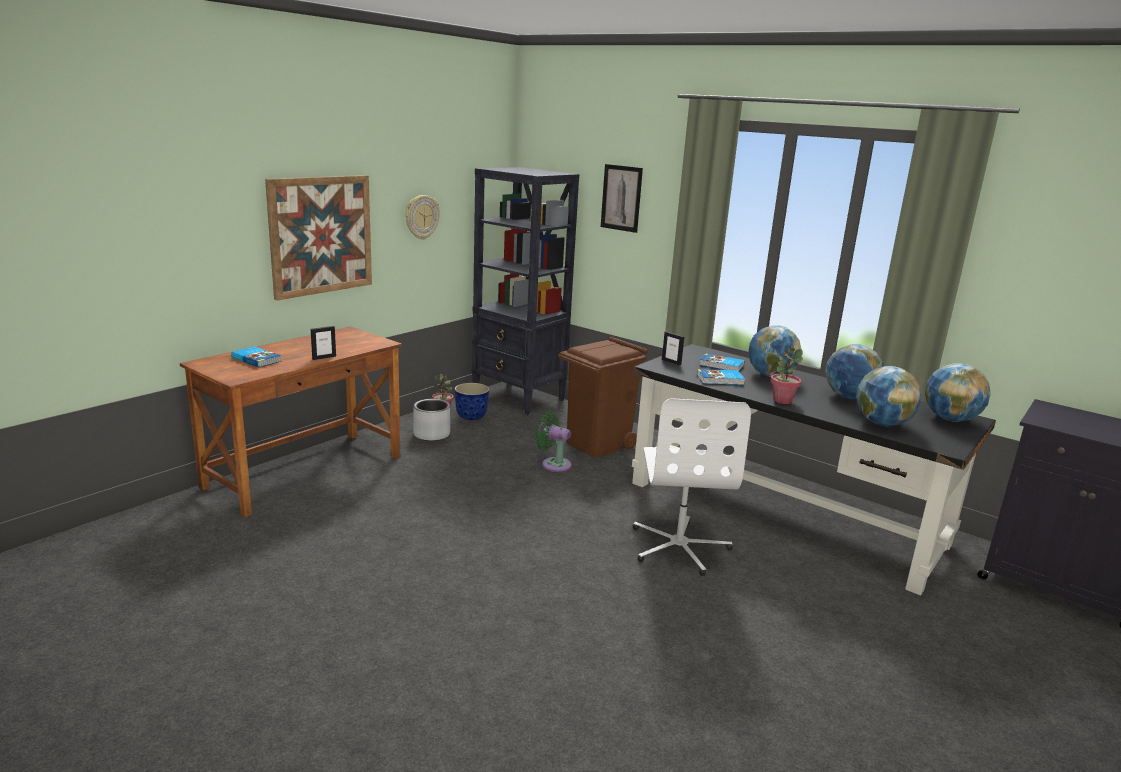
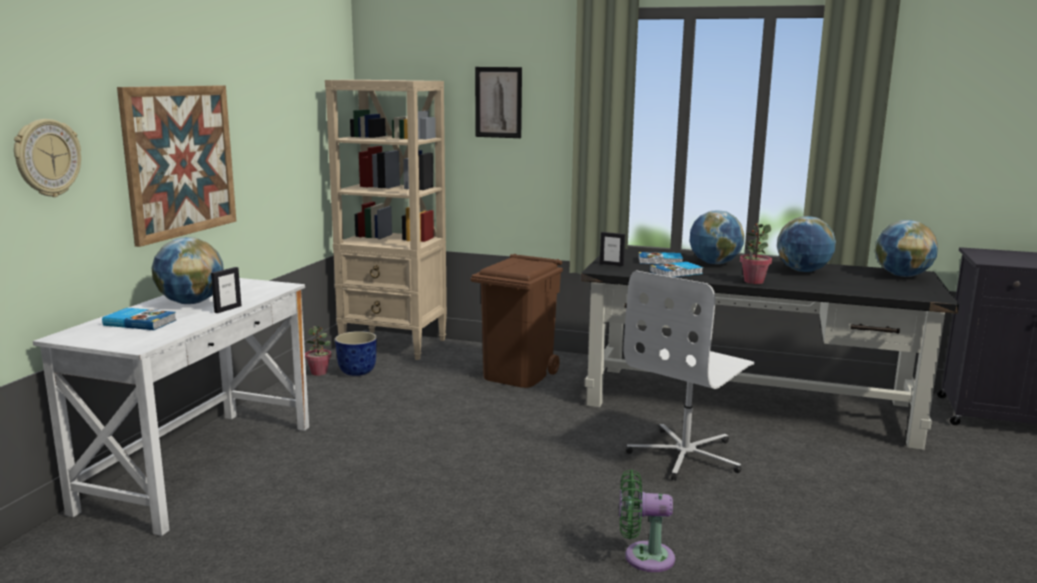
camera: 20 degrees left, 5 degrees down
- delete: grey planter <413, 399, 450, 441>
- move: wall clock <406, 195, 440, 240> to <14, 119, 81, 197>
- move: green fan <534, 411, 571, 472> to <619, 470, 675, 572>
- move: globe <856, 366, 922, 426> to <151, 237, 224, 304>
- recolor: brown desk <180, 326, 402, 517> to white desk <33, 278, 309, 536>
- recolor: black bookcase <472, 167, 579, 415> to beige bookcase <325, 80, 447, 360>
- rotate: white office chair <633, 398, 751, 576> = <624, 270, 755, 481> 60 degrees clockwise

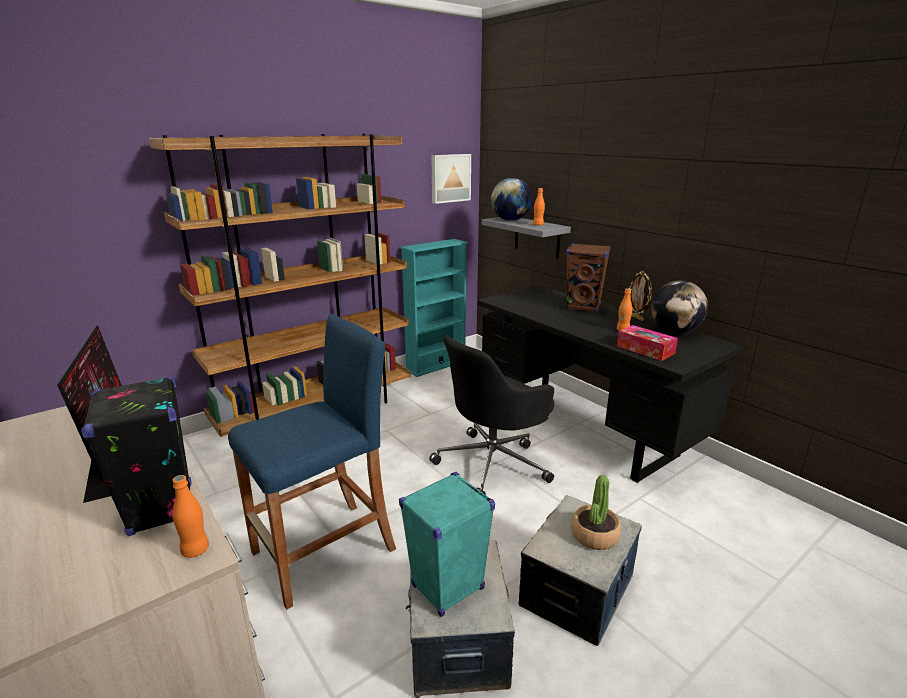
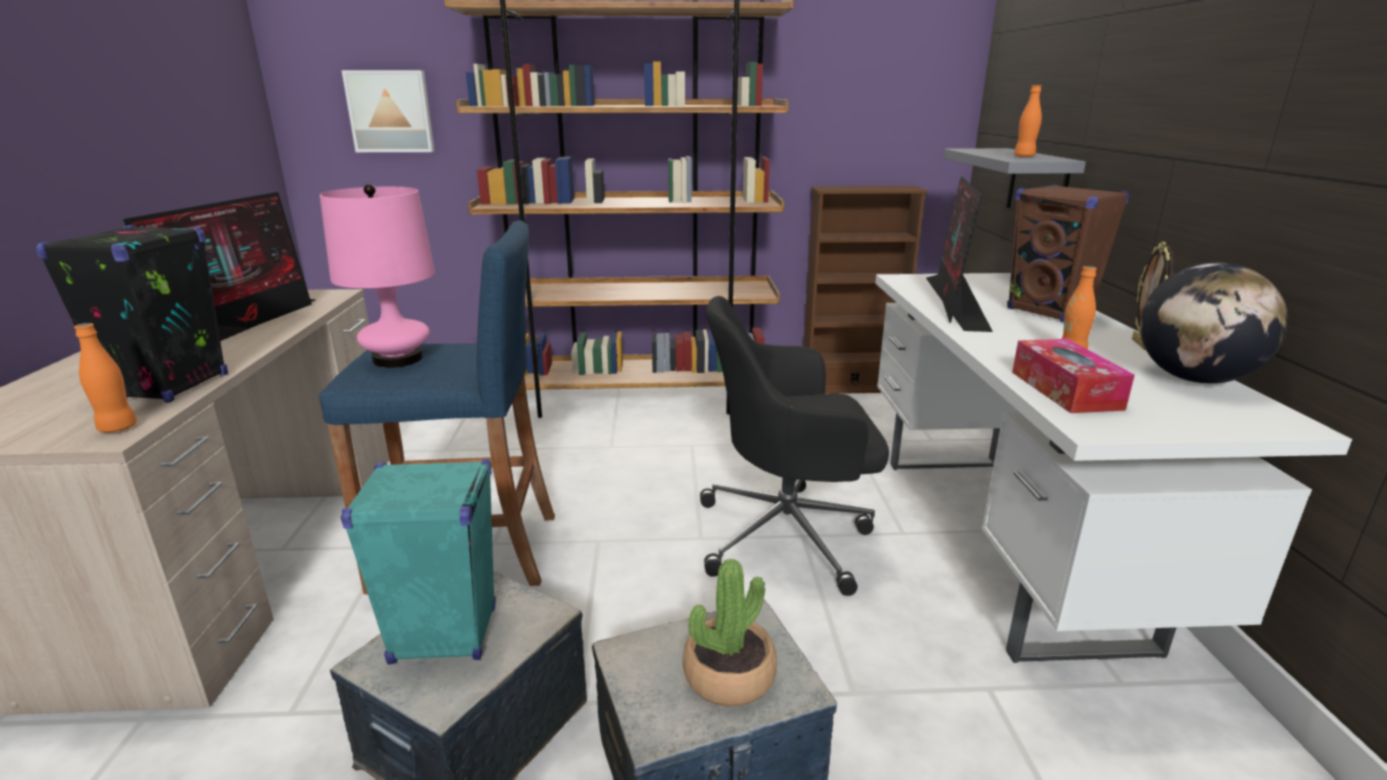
camera: 35 degrees right, 0 degrees up
- delete: globe <491, 178, 532, 221>
- insert: pink table lamp <320, 184, 435, 368>
- insert: monitor <926, 177, 993, 332>
- move: picture <431, 154, 471, 204> to <342, 70, 435, 152>
- recolor: turquoise bookcase <400, 239, 468, 377> to brown bookcase <803, 186, 928, 394>
- recolor: black desk <477, 285, 744, 483> to white desk <875, 273, 1352, 663>

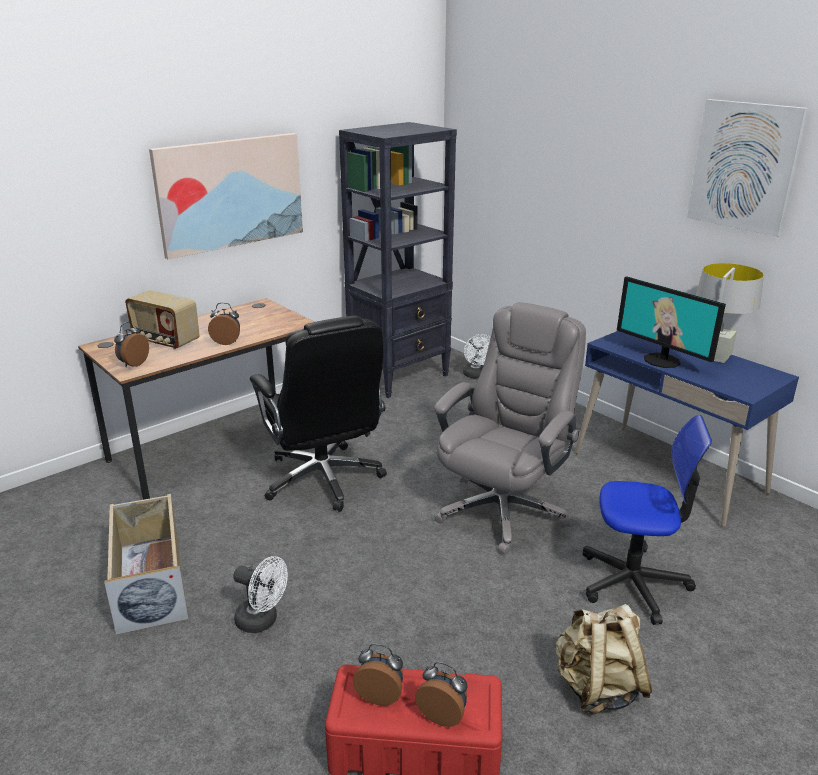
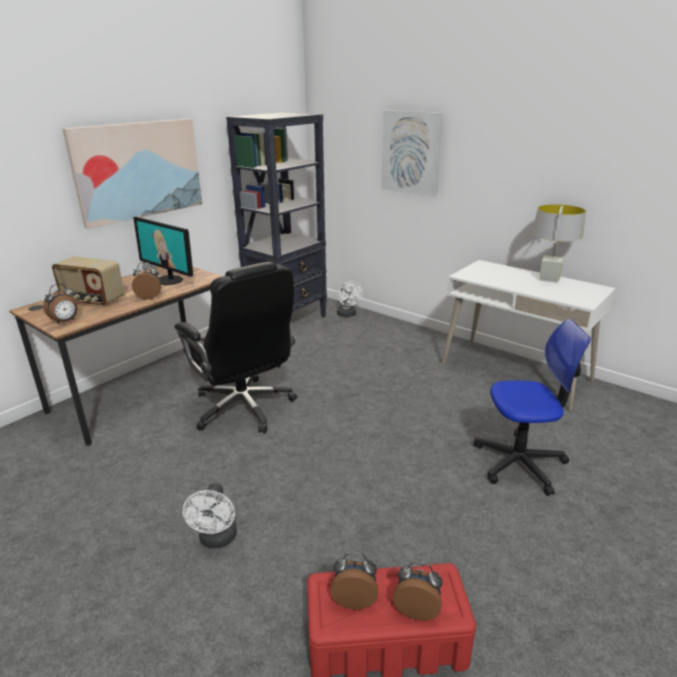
camera: 10 degrees left, 0 degrees up
- delete: beige storage box <104, 494, 189, 635>
- delete: grey office chair <434, 302, 586, 555>
- delete: beige backpack <556, 604, 652, 714>
- move: monitor <617, 276, 726, 368> to <133, 217, 193, 285>
- move: picture <687, 99, 809, 237> to <381, 110, 443, 197>
- recolor: blue desk <575, 331, 799, 527> to white desk <441, 260, 616, 410>
- rotate: alarm clock <114, 322, 149, 367> = <43, 283, 78, 324> 150 degrees counterclockwise
- rotate: white fan <234, 556, 288, 633> = <182, 483, 237, 548> 75 degrees clockwise

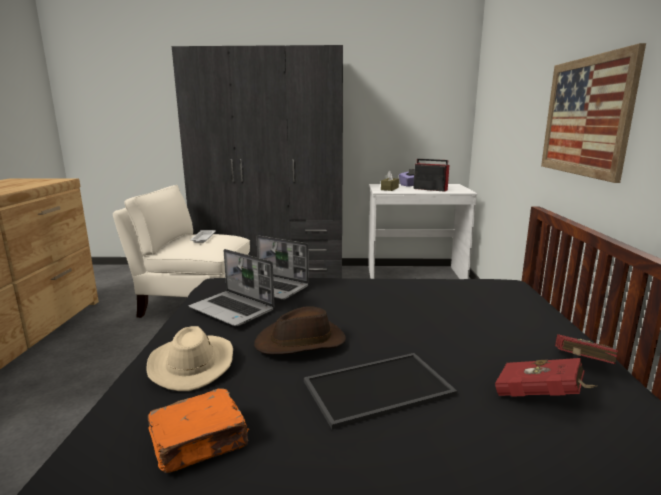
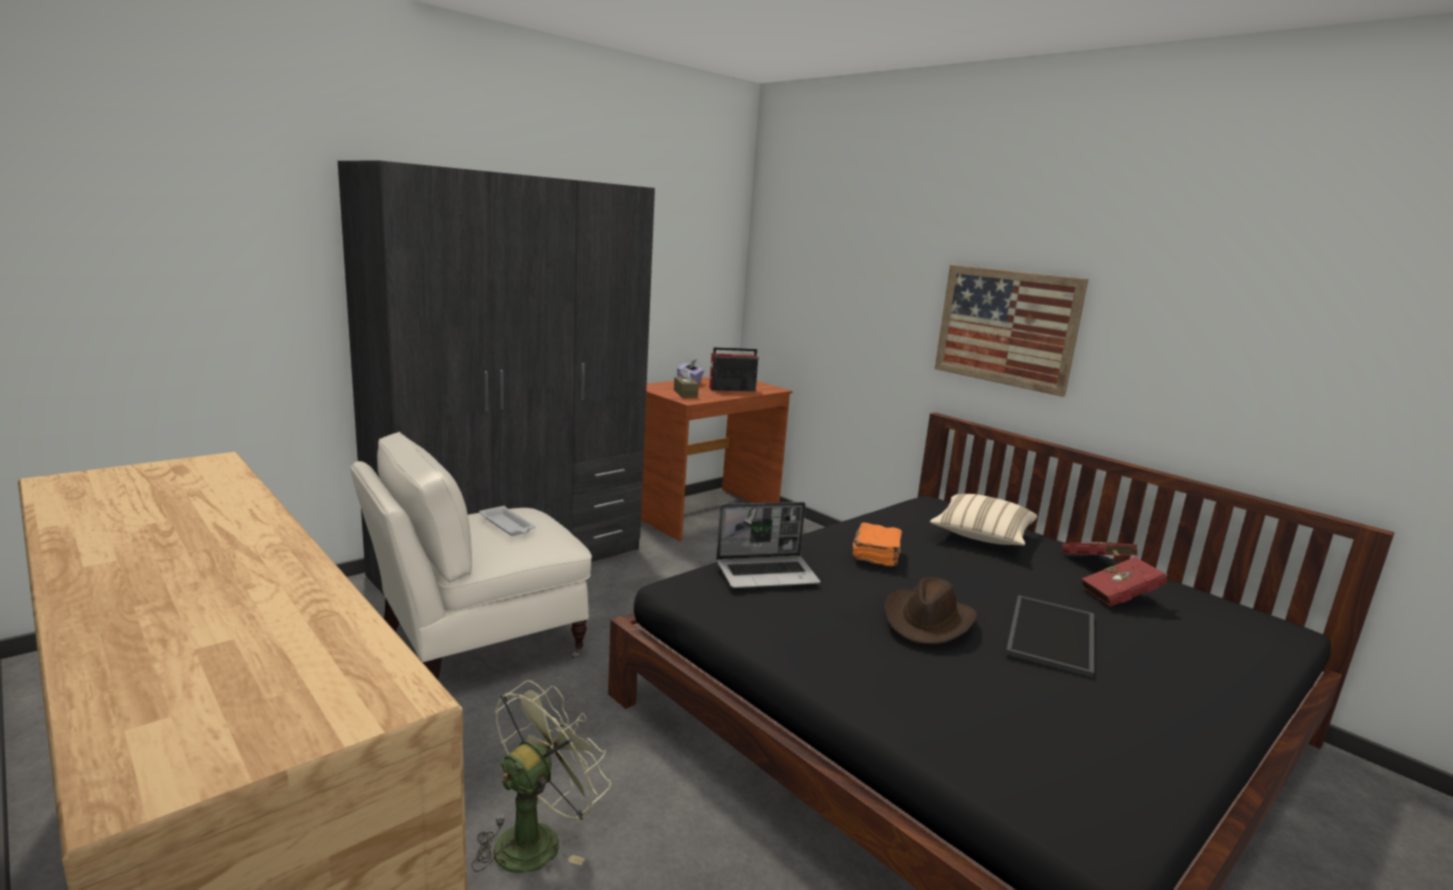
camera: 45 degrees left, 0 degrees up
- delete: beige hat <146, 326, 233, 391>
- delete: laptop <189, 249, 275, 326>
- insert: green fan <471, 680, 611, 874>
- insert: beige pillow <930, 494, 1037, 545>
- move: orange book <148, 389, 249, 473> to <853, 522, 902, 567>
- recolor: white desk <368, 184, 478, 279> to brown desk <641, 377, 793, 541>

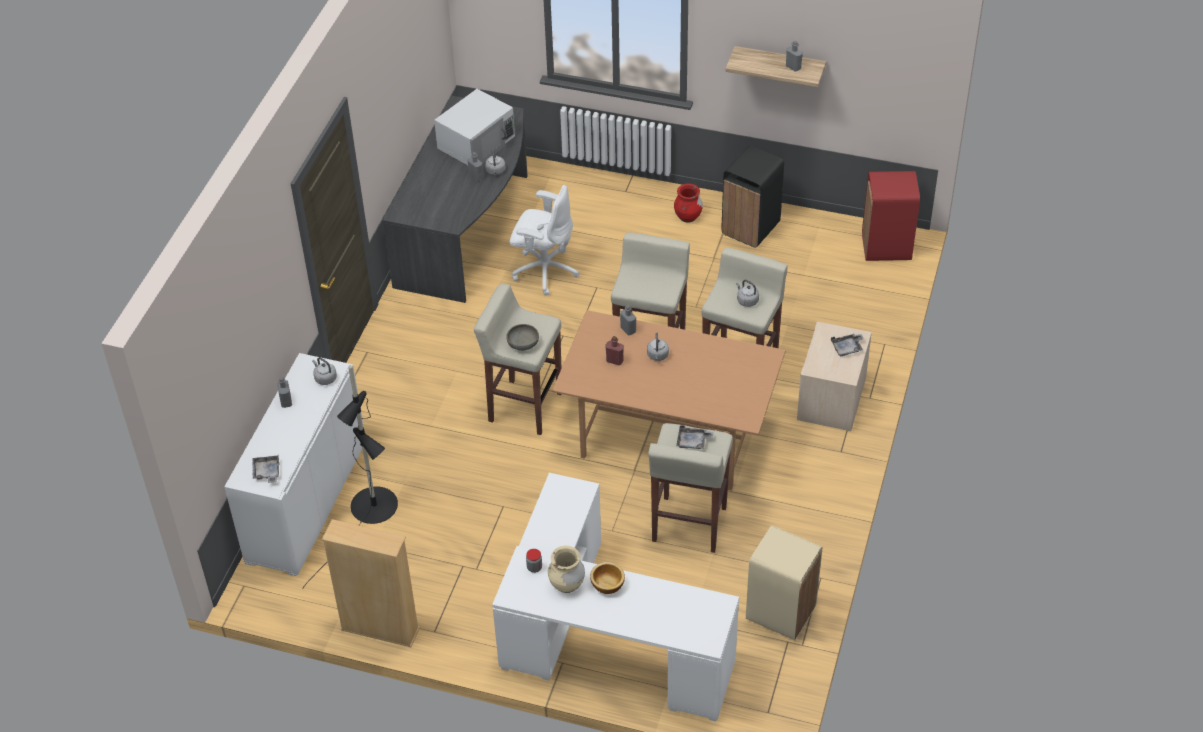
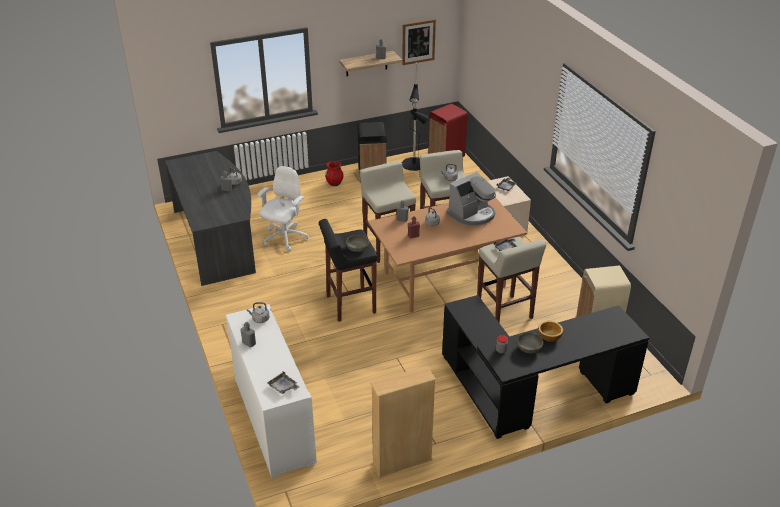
camera: 40 degrees left, 10 degrees down
- delete: white microwave <434, 89, 515, 165>
- insert: picture <402, 19, 436, 65>
- insert: coffee machine <447, 172, 496, 226>
- move: black floor lamp <302, 365, 398, 589> to <402, 62, 428, 174>
- replace: beige vase <548, 546, 585, 593> to grey bowl <517, 333, 543, 353>
- recolor: beige stool <474, 284, 561, 435> to black stool <319, 219, 377, 322>
- recolor: white desk <492, 473, 739, 721> to black desk <442, 295, 649, 439>
- rotate: white office chair <510, 185, 579, 295> = <257, 166, 309, 251> 45 degrees counterclockwise

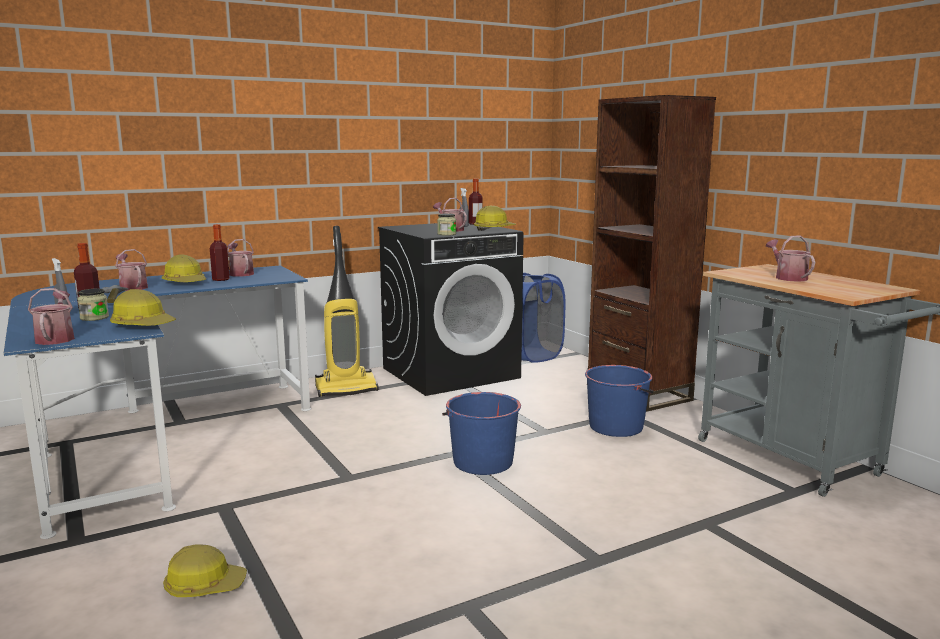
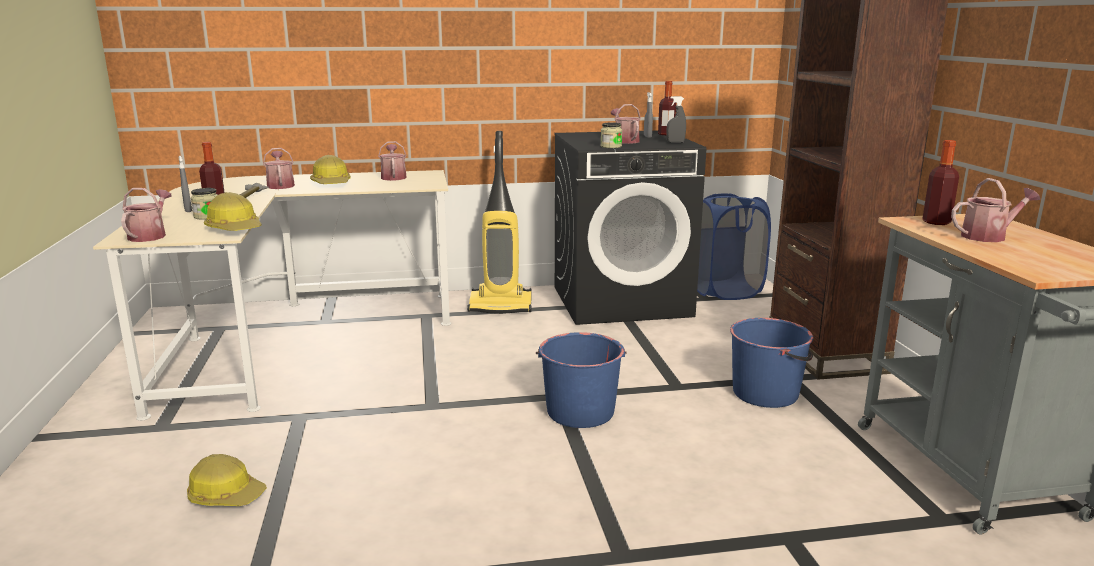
camera: 20 degrees right, 5 degrees up
- move: bottle <210, 224, 230, 281> to <922, 140, 959, 225>
- replace: hard hat <474, 206, 516, 231> to grey spray bottle <667, 96, 686, 143>
- recolor: blue desk <3, 266, 311, 539> to beige desk <93, 170, 451, 421>
- rotate: watering can <766, 235, 815, 282> = <951, 178, 1040, 242> 75 degrees clockwise

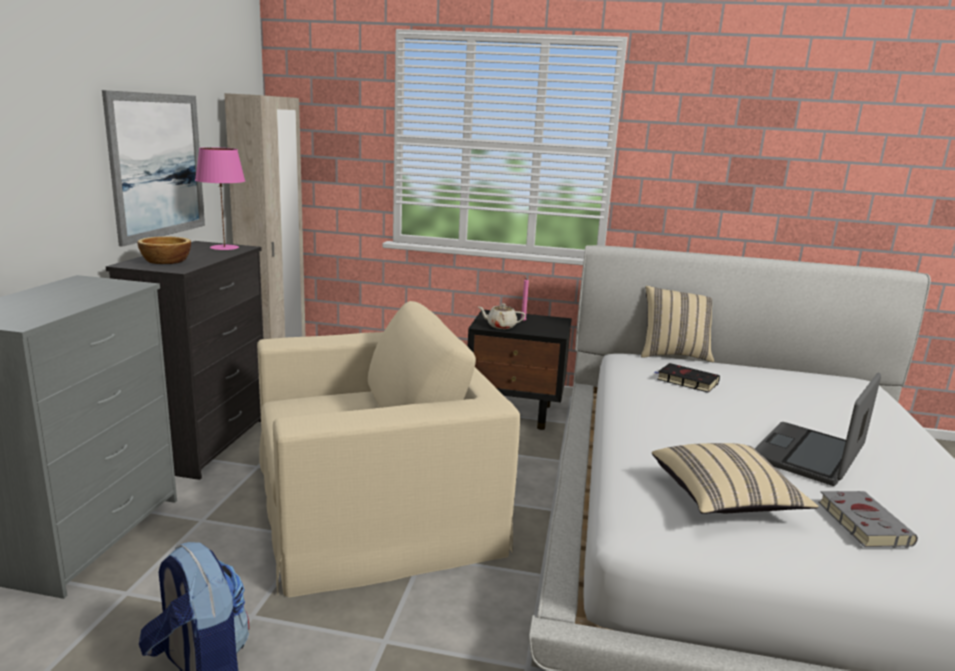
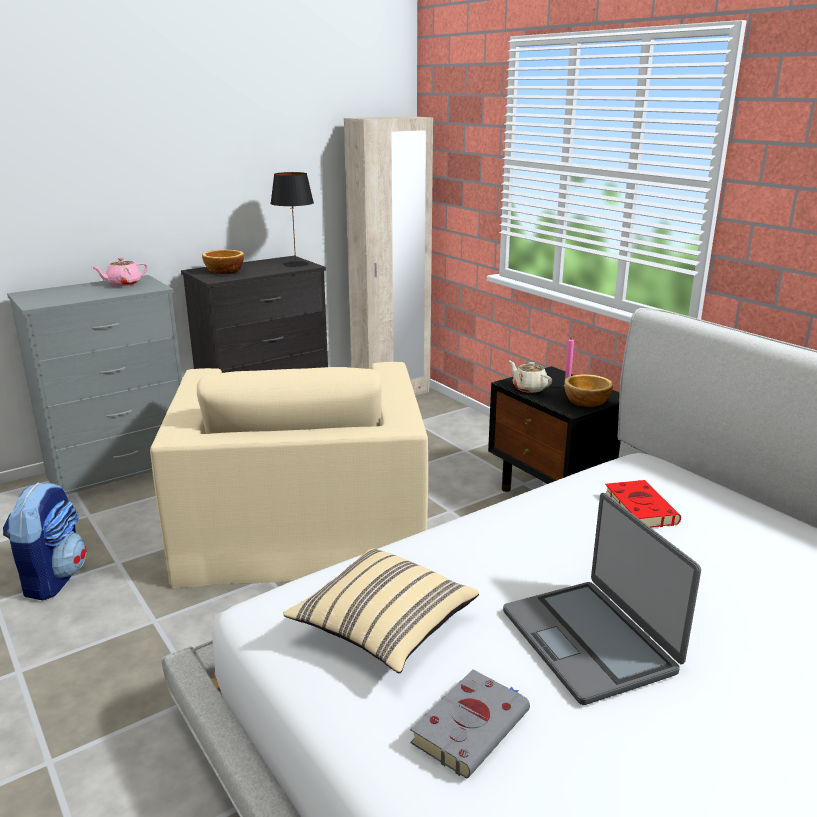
camera: 45 degrees right, 5 degrees up
- delete: picture <102, 90, 205, 247>
- delete: beige pillow <641, 286, 714, 362>
- insert: pink teapot <92, 258, 148, 286>
- insert: bowl <564, 374, 613, 407>
- recolor: pink table lamp <195, 147, 245, 250> to black table lamp <270, 172, 314, 267>
- recolor: black book <654, 363, 720, 393> to red book <605, 480, 681, 527>
- rotate: beige armchair <257, 301, 520, 598> = <150, 362, 428, 588> 60 degrees clockwise
- rotate: laptop <755, 373, 881, 486> = <503, 493, 701, 705> 105 degrees counterclockwise

